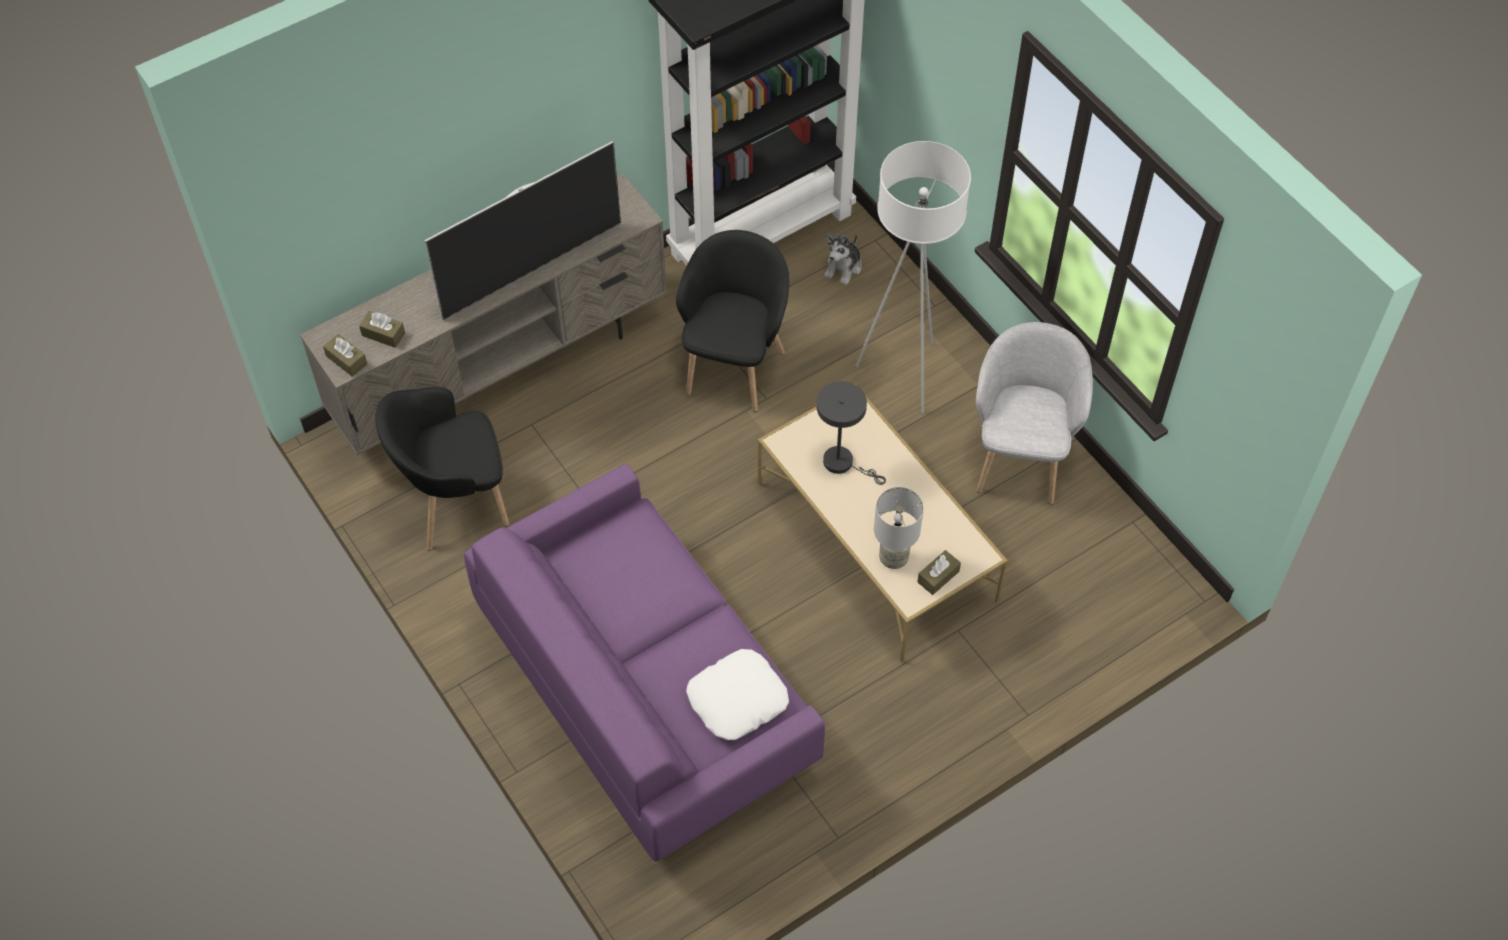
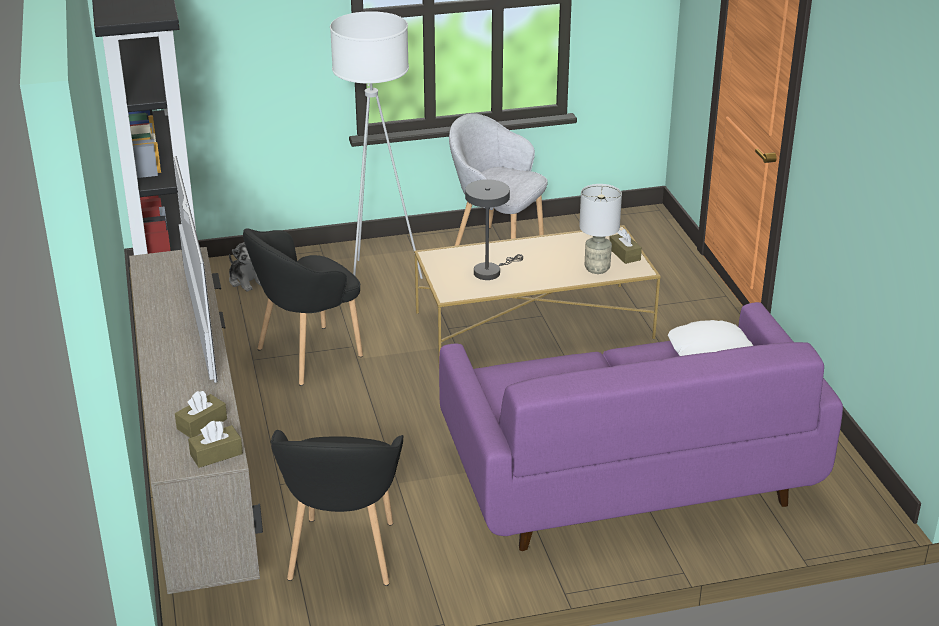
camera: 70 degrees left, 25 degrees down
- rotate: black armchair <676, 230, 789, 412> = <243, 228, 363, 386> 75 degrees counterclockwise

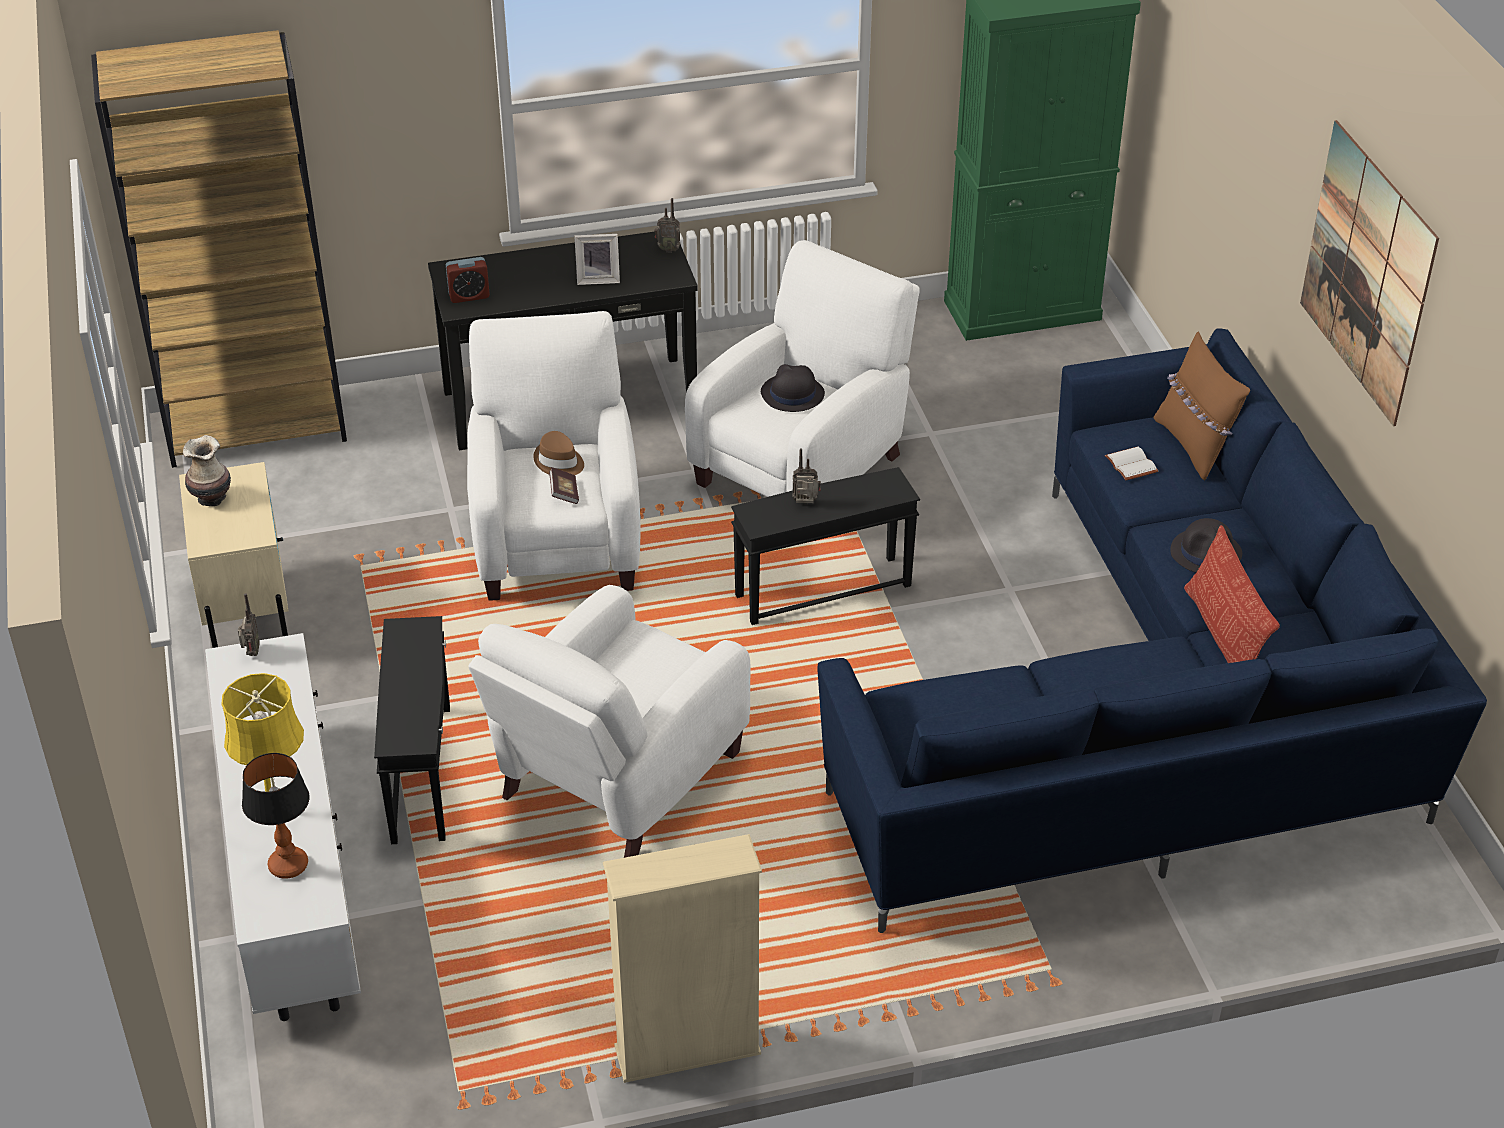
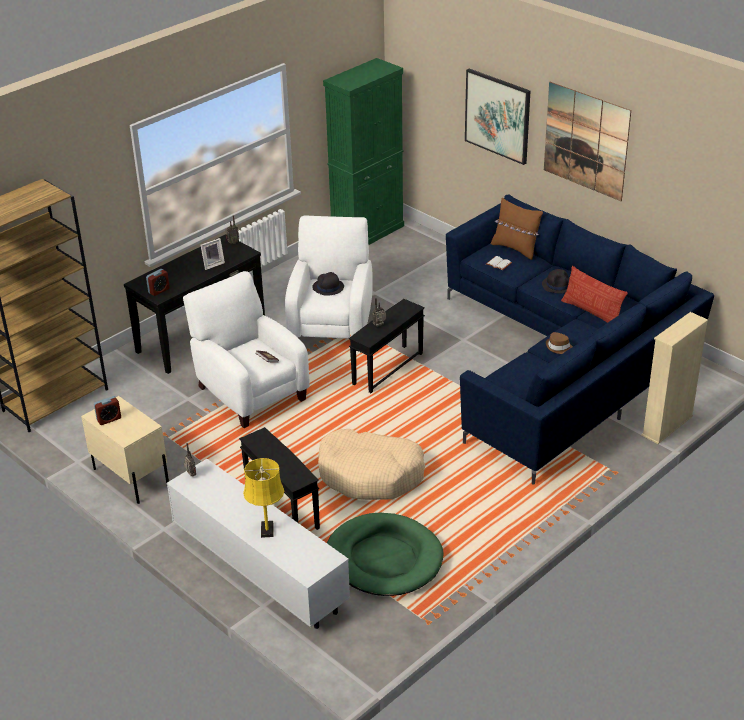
camera: 30 degrees left, 5 degrees down
- delete: table lamp <242, 753, 309, 879>
- insert: green dog bed <327, 513, 444, 596>
- insert: picture <465, 68, 530, 165>
- move: brown hat <533, 431, 584, 475> to <546, 332, 573, 354>
- move: beige bookcase <603, 834, 762, 1083> to <641, 312, 708, 444>
- replace: vase <183, 435, 231, 506> to alarm clock <94, 396, 121, 425>
- replace: white armchair <469, 585, 751, 858> to beige dog bed <318, 429, 425, 500>

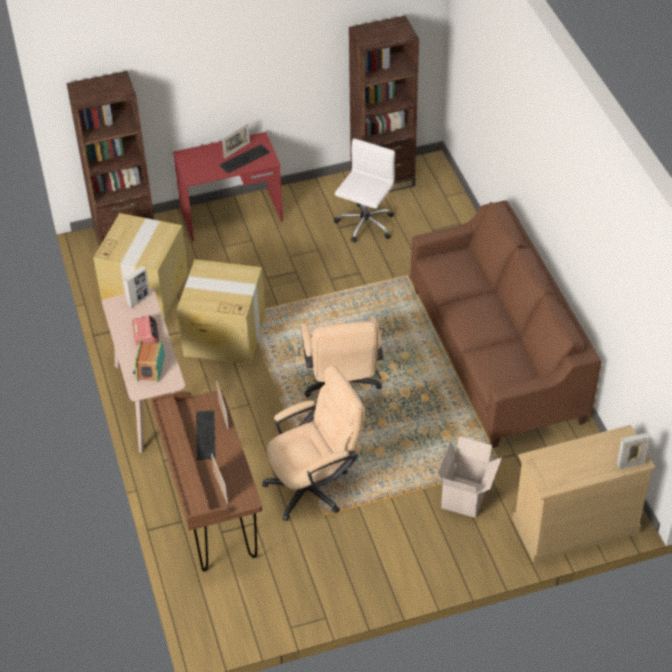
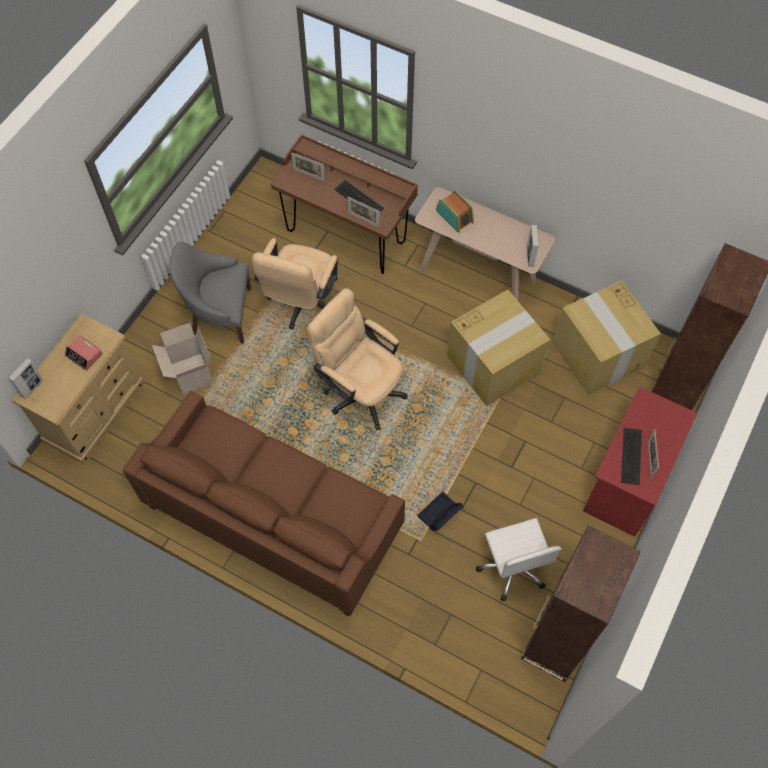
camera: 135 degrees right, 15 degrees up
- insert: grey armchair <170, 242, 251, 344>
- insert: black storage box <417, 491, 463, 531>
- move: alarm clock <132, 315, 159, 346> to <65, 335, 103, 371>

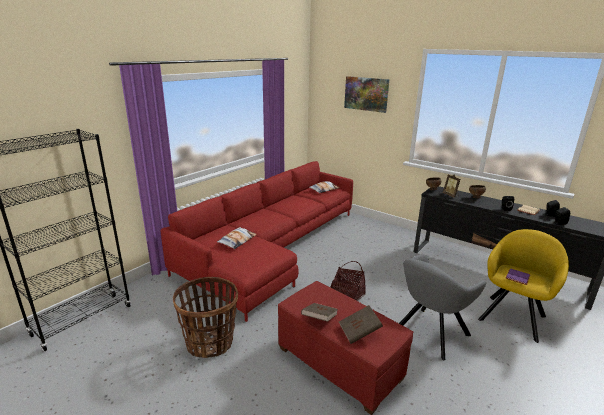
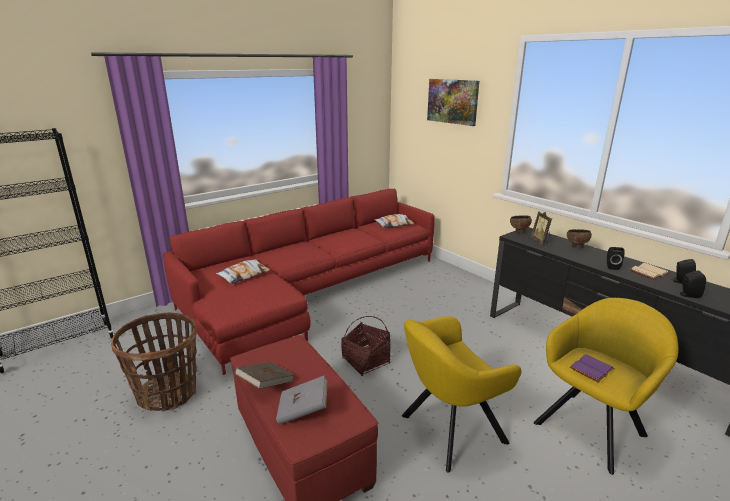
camera: 15 degrees right, 0 degrees up
- recolor: brown book <339, 305, 383, 344> to grey book <276, 375, 328, 425>
- recolor: grey armchair <399, 254, 486, 360> to yellow armchair <402, 316, 522, 473>

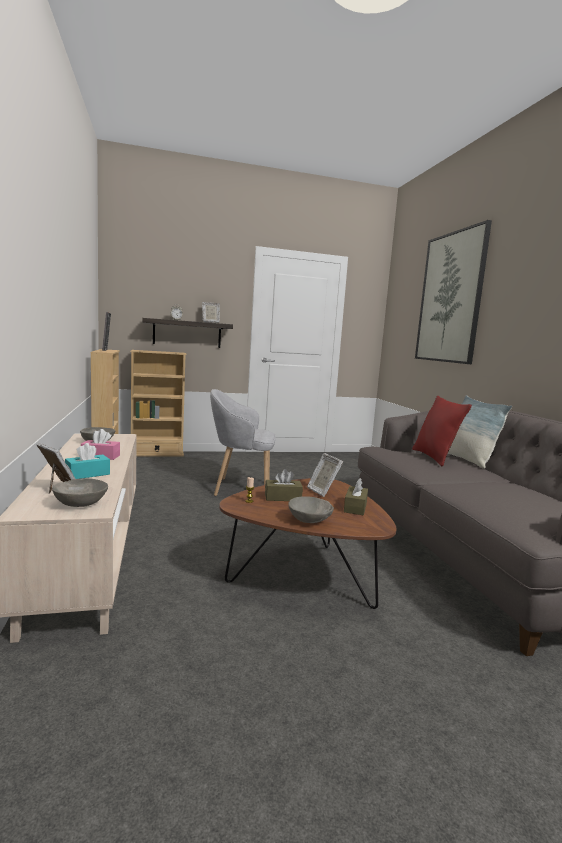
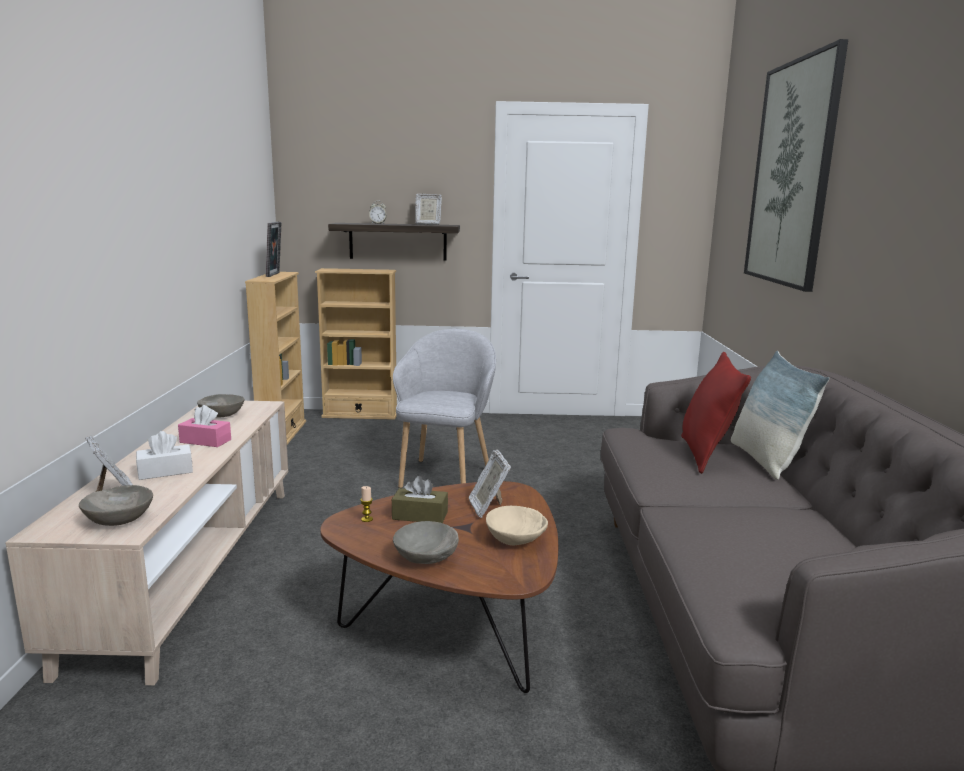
camera: 15 degrees right, 5 degrees up
- replace: brown tissue box <344, 478, 368, 515> to beige bowl <486, 506, 548, 545>
- recolor: turquoise tissue box <65, 443, 110, 479> to white tissue box <136, 431, 193, 480>
- rotate: grey armchair <210, 389, 275, 496> = <393, 329, 496, 488> 90 degrees clockwise

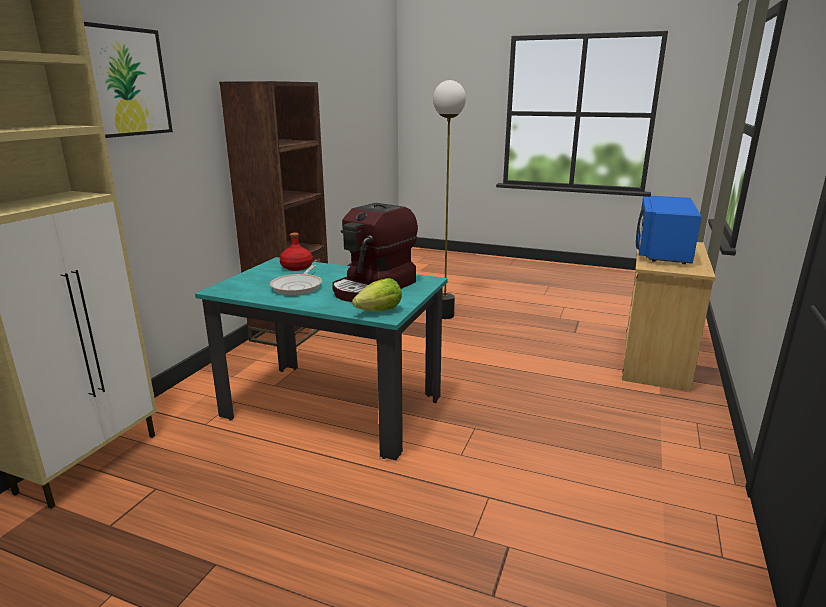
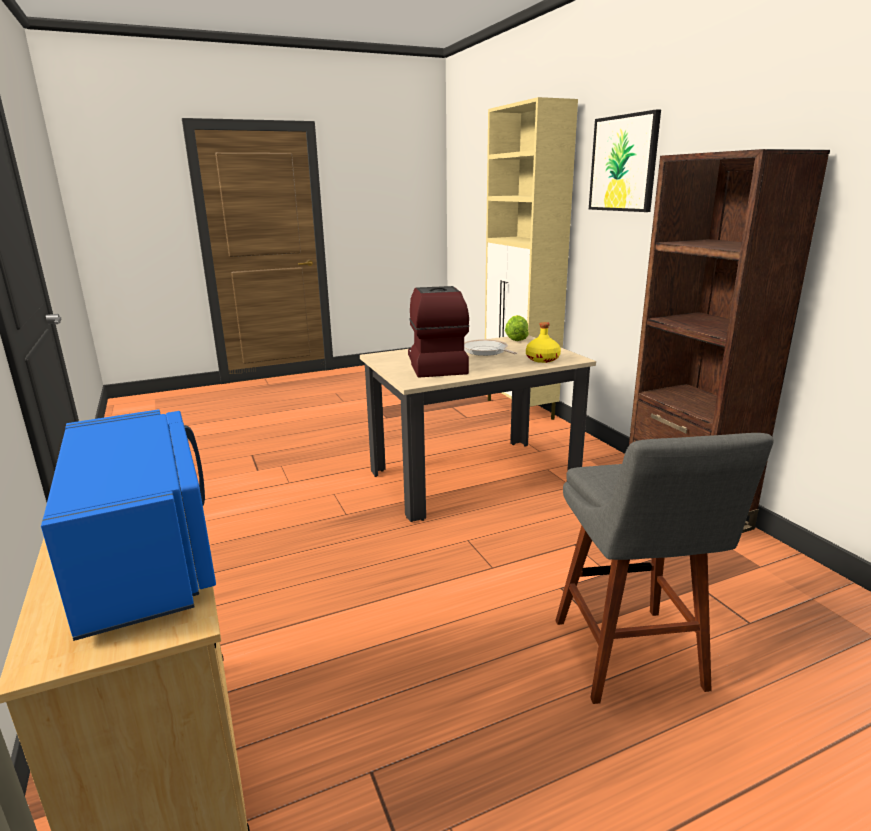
camera: 135 degrees right, 0 degrees up
- move: lettuce <352, 278, 402, 311> to <505, 315, 529, 341>
- replace: floor lamp <433, 80, 466, 319> to grey stool <555, 433, 774, 704>
- recolor: turquoise dining table <195, 257, 448, 460> to beige dining table <360, 335, 596, 522>
- recolor: red bottle <280, 232, 313, 271> to yellow bottle <526, 322, 561, 363>

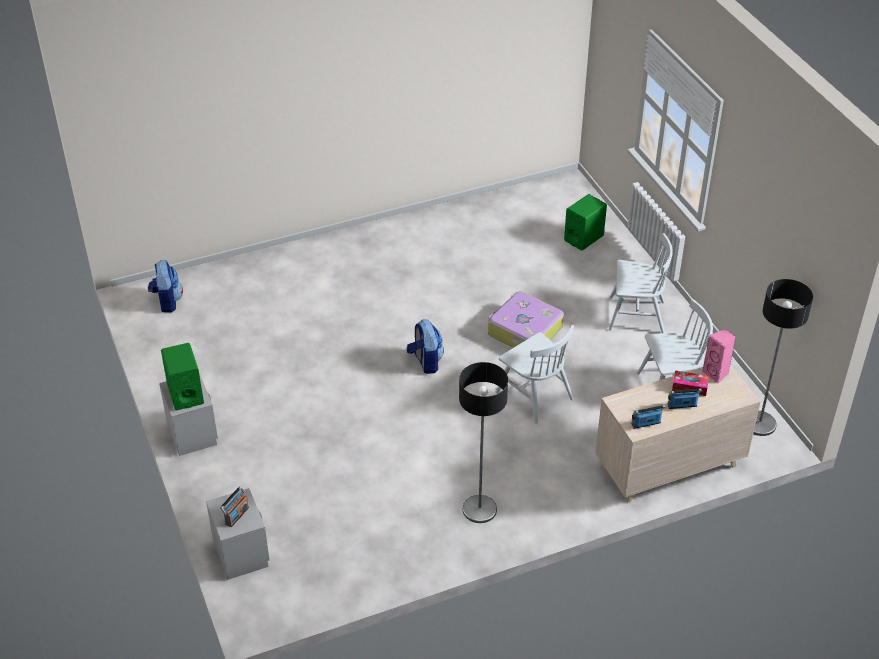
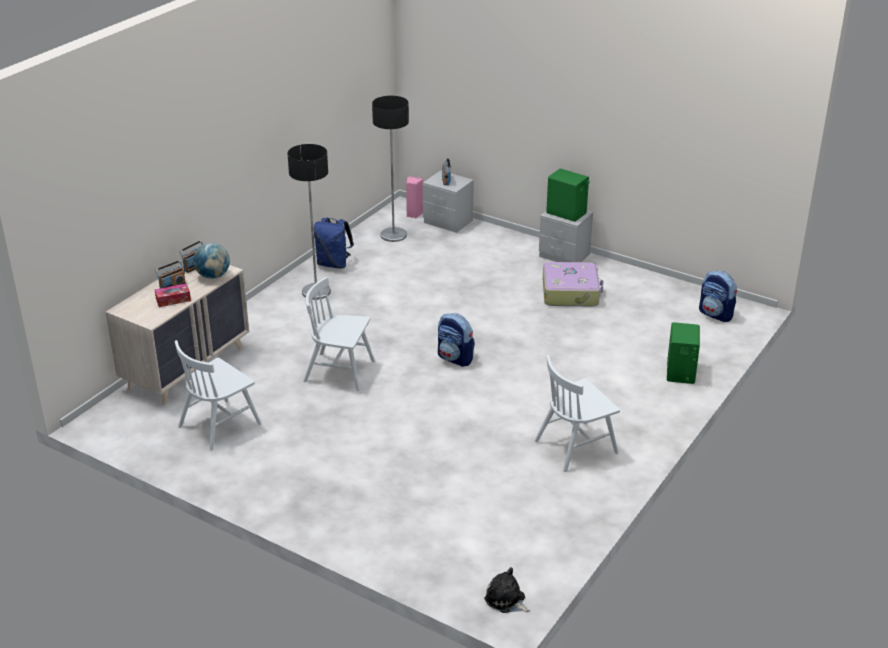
camera: 145 degrees right, 10 degrees down
- insert: globe <193, 243, 230, 279>
- insert: blue backpack <314, 217, 354, 269>
- insert: plush toy <484, 567, 530, 613>
- move: suitcase <488, 292, 564, 348> to <543, 262, 604, 307>
- move: green speaker <564, 194, 607, 251> to <667, 322, 700, 384>
- move: white chair <609, 233, 673, 333> to <534, 355, 620, 472>
- move: pink speaker <702, 329, 736, 384> to <406, 176, 423, 219>
- move: floor lamp <753, 279, 813, 436> to <372, 96, 409, 242>

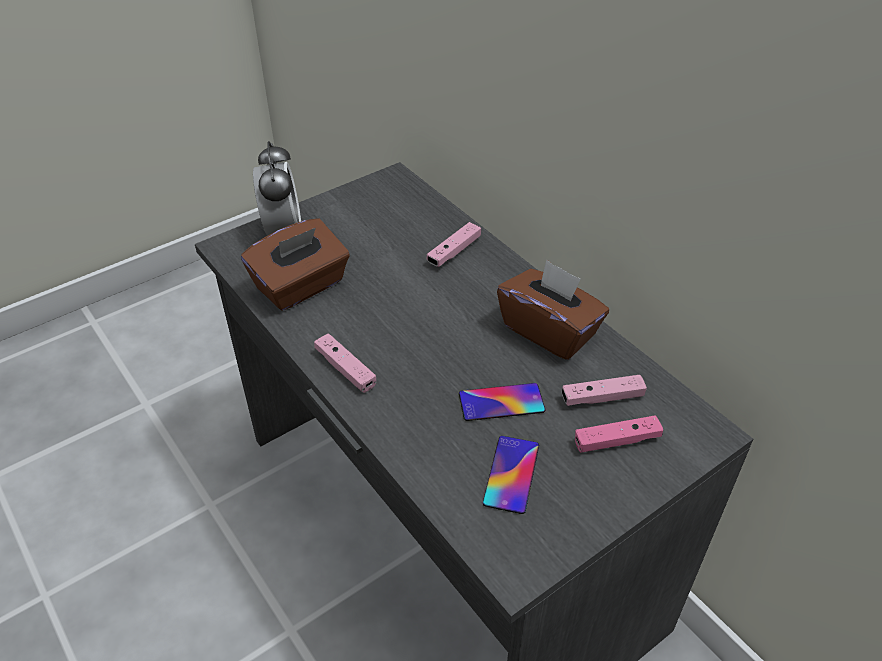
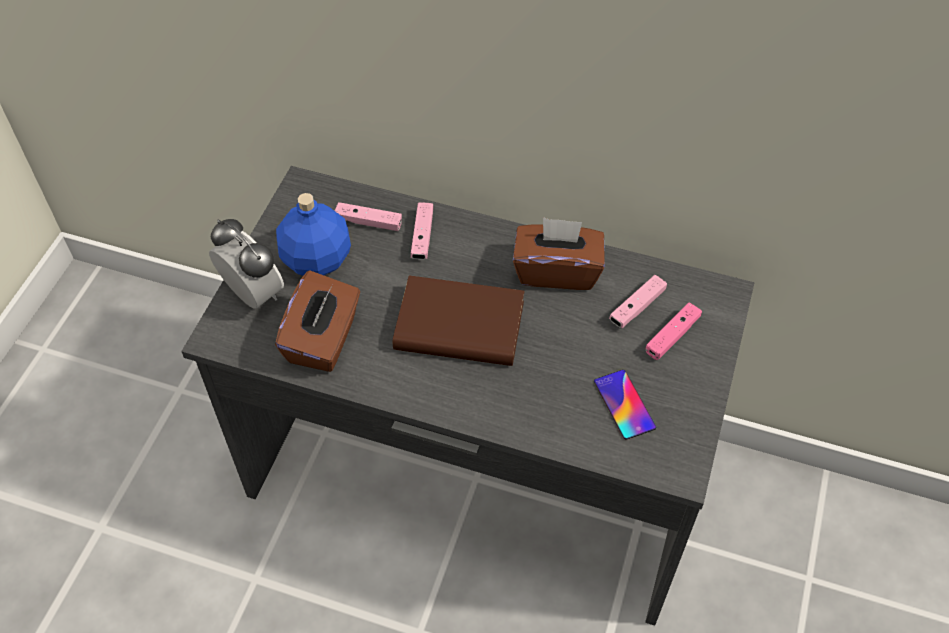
camera: 35 degrees left, 10 degrees up
- delete: phone <459, 383, 545, 421>
- insert: blue bottle <276, 193, 351, 276>
- insert: brown book <393, 276, 524, 366>
- move: pink game controller <314, 333, 376, 393> to <335, 202, 402, 231>

